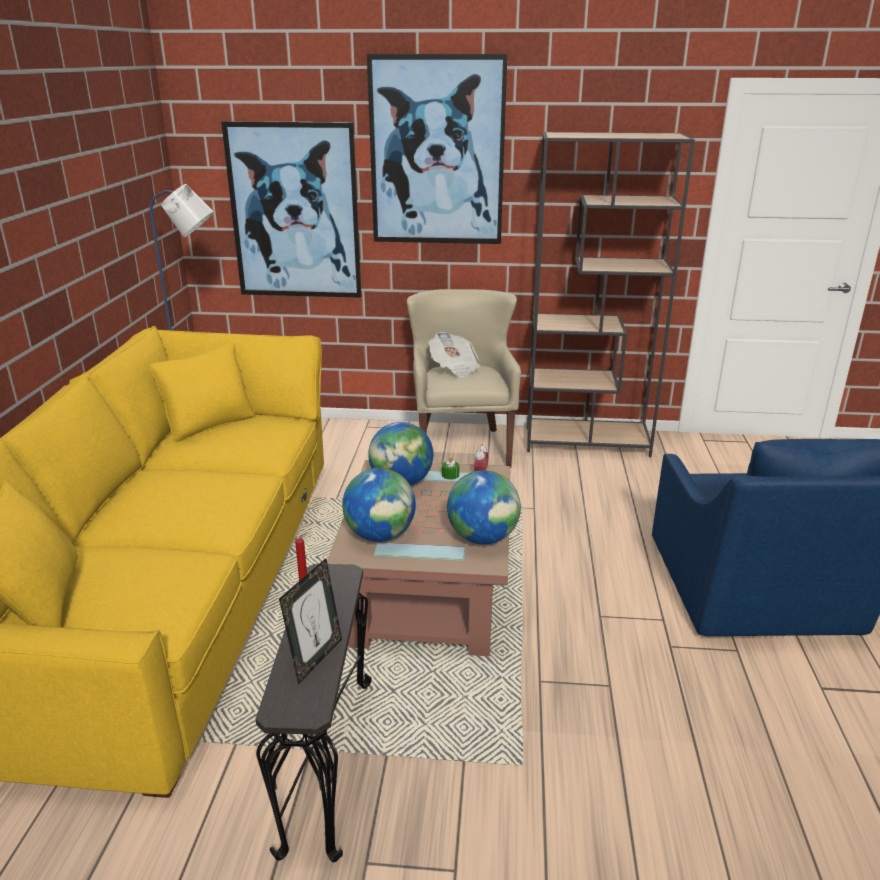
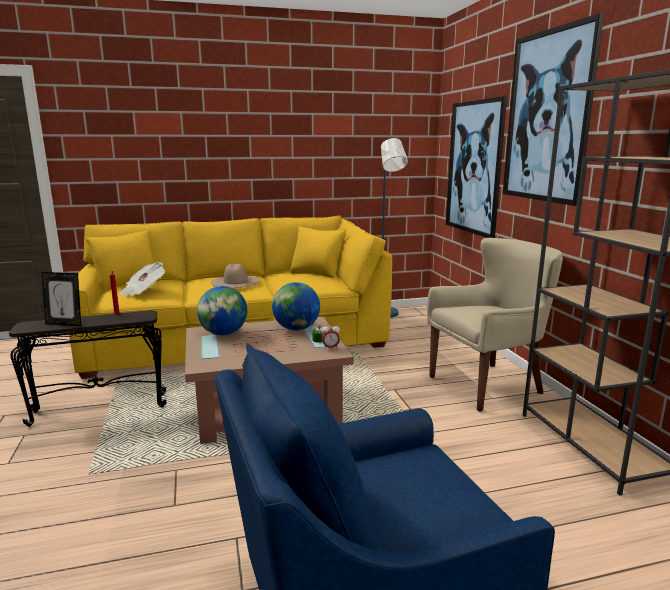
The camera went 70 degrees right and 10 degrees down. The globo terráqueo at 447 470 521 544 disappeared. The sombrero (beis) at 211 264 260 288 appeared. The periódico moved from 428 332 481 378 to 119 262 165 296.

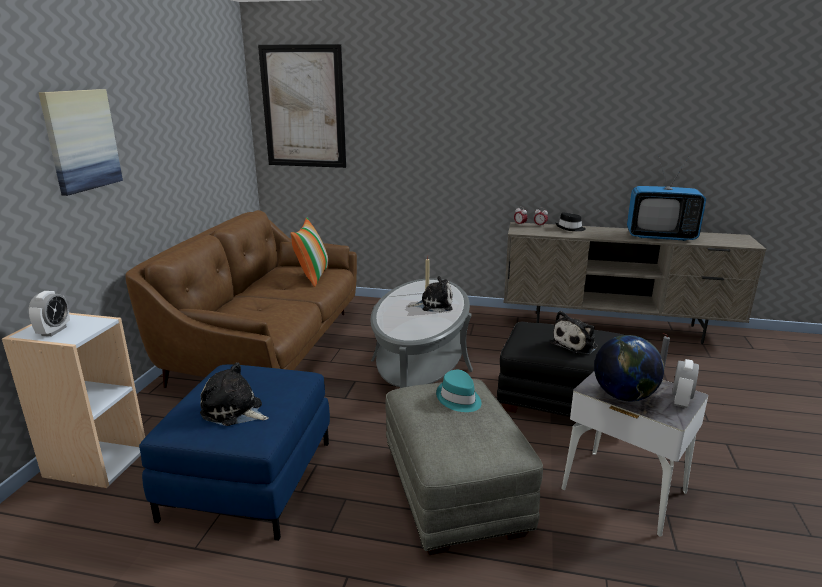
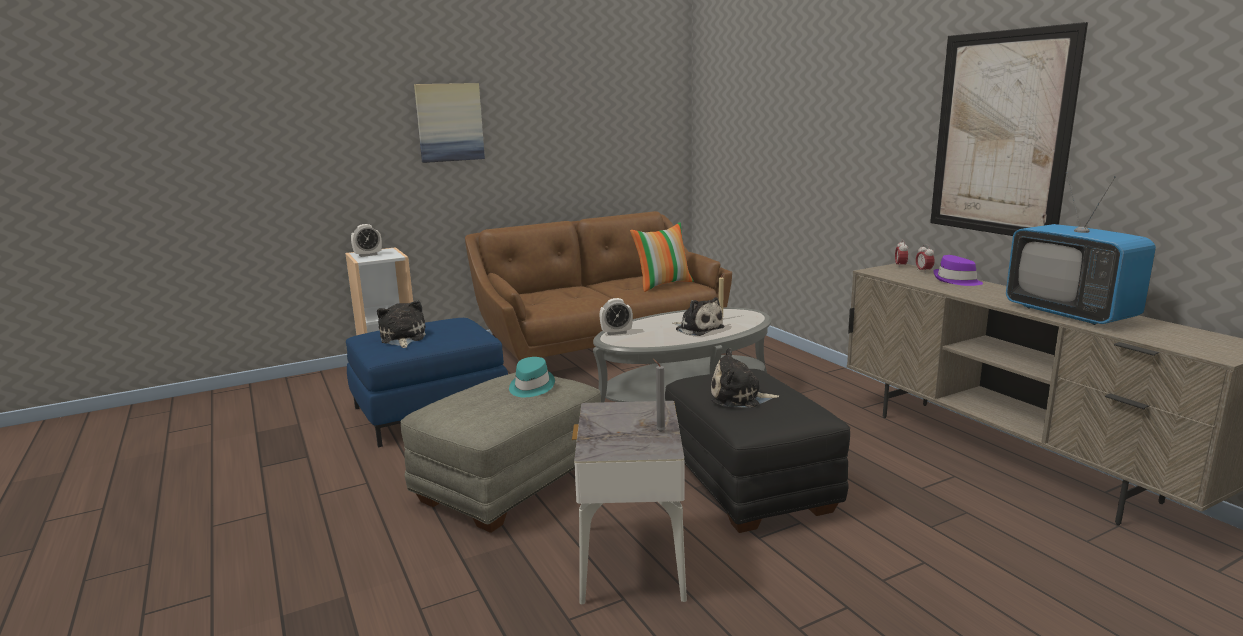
The camera went 50 degrees right and 5 degrees down. The globo terráqueo at 594 335 664 401 disappeared. The cuadro moved from 258 44 346 168 to 930 22 1088 236. The despertador moved from 672 359 699 408 to 600 298 633 335. The sombrero (negro) at 556 212 586 231 became the sombrero (morado) at 933 255 983 286.

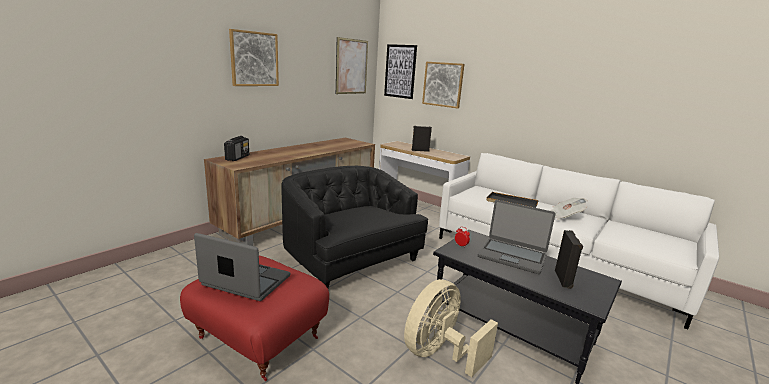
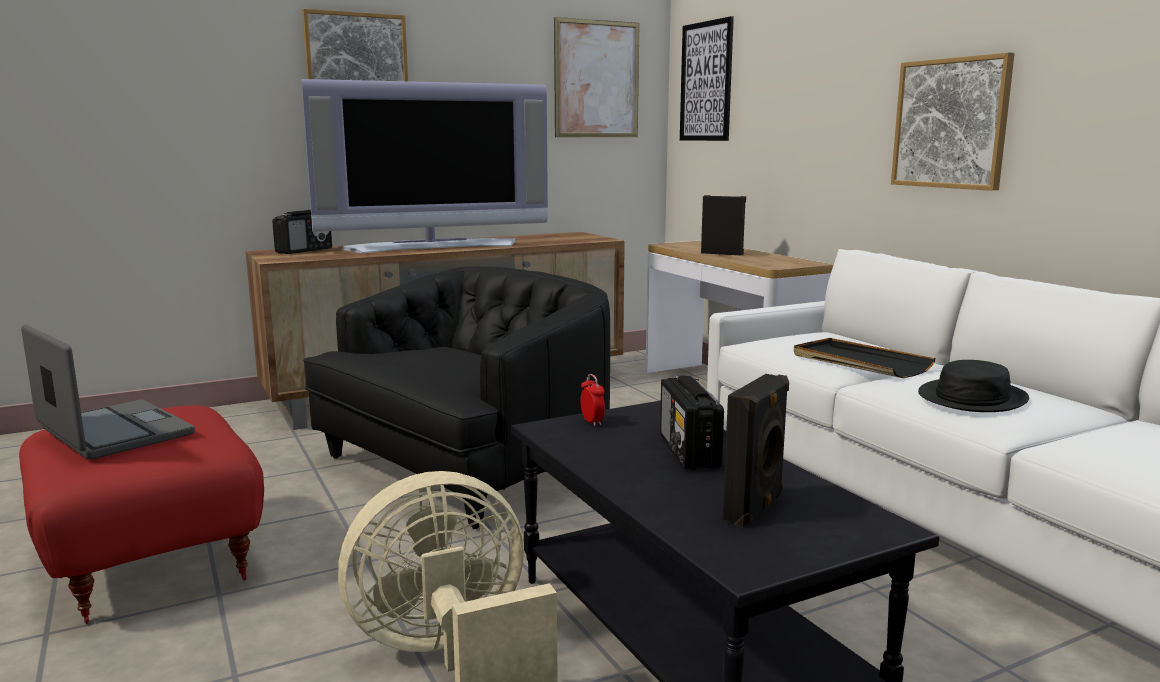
The camera went 25 degrees right and 5 degrees down. The televisor at 301 79 548 253 appeared. The cuadro moved from 422 62 464 109 to 891 53 1015 191. The portátil at 478 200 555 274 was replaced by the radio at 660 375 724 470. The periódico at 550 198 587 219 was replaced by the sombrero (negro) at 918 360 1029 412. The sillón (negro) at 281 166 428 288 turned 60 degrees clockwise.

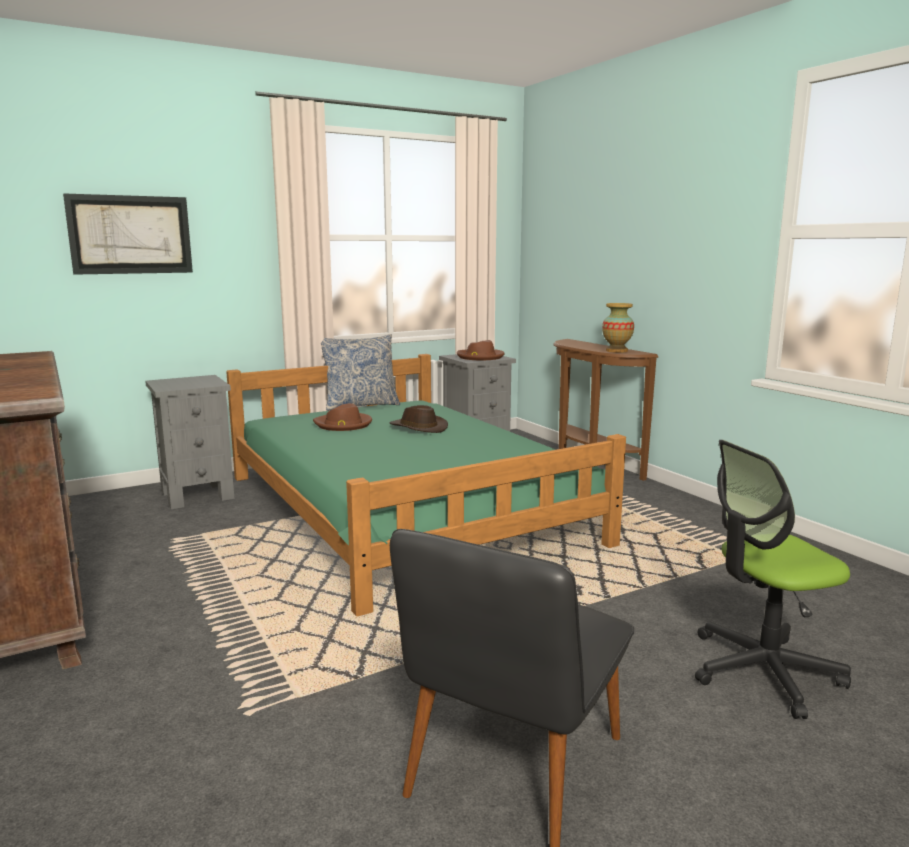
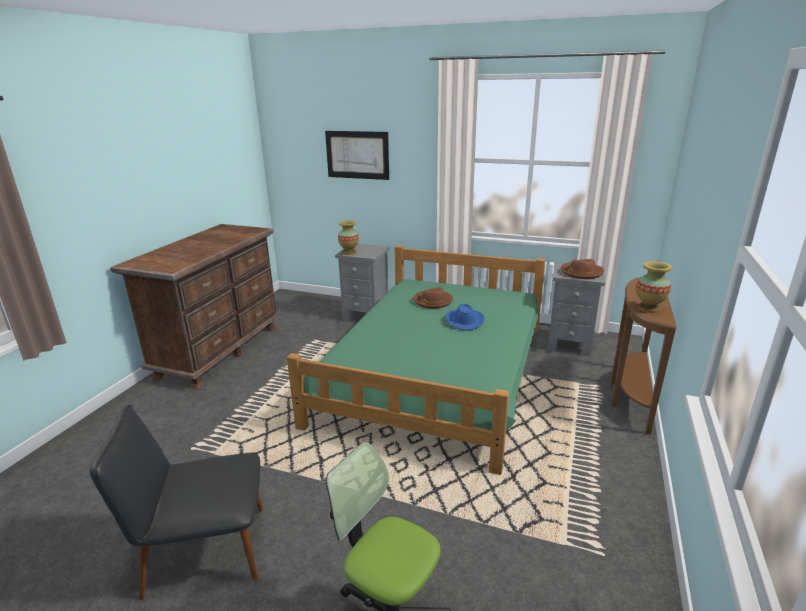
The camera went 50 degrees right and 10 degrees up. The cojín at 321 334 400 411 disappeared. The florero at 338 220 359 255 appeared. The sombrero (marrón) at 390 405 448 433 became the sombrero (azul) at 446 304 484 331.

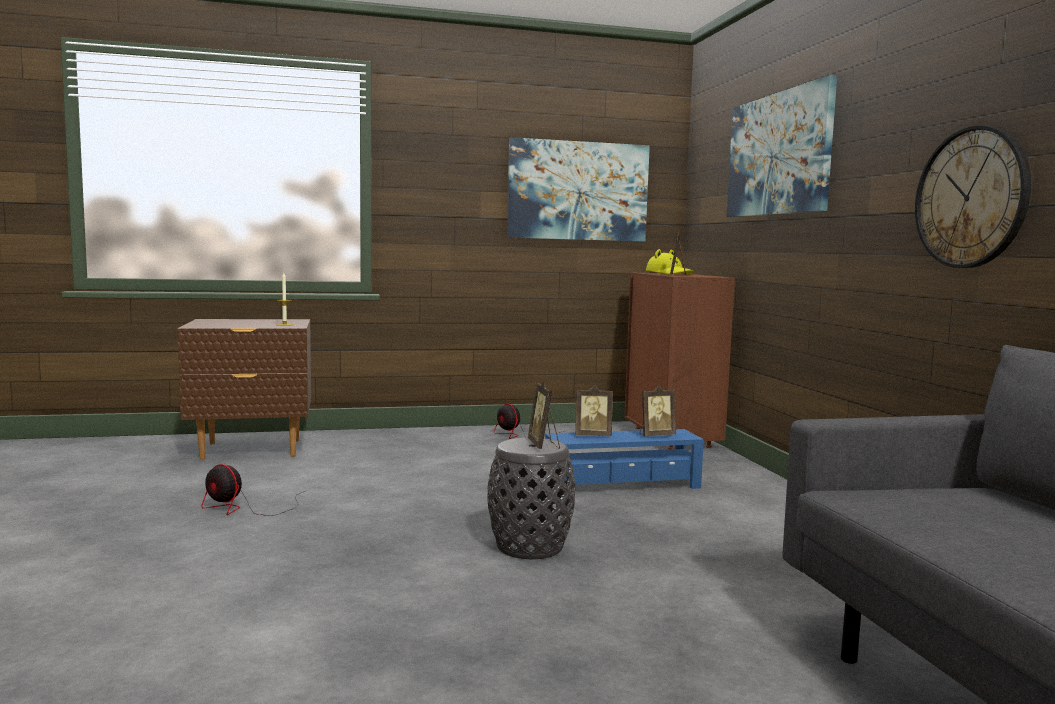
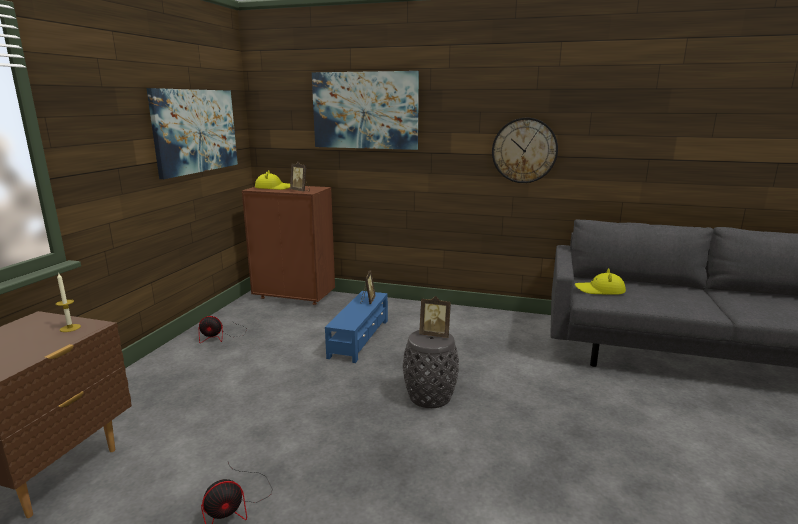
The camera went 60 degrees left and 10 degrees up. The portarretratos at 575 385 613 436 disappeared. The sombrero (amarillo) at 575 268 626 295 appeared.

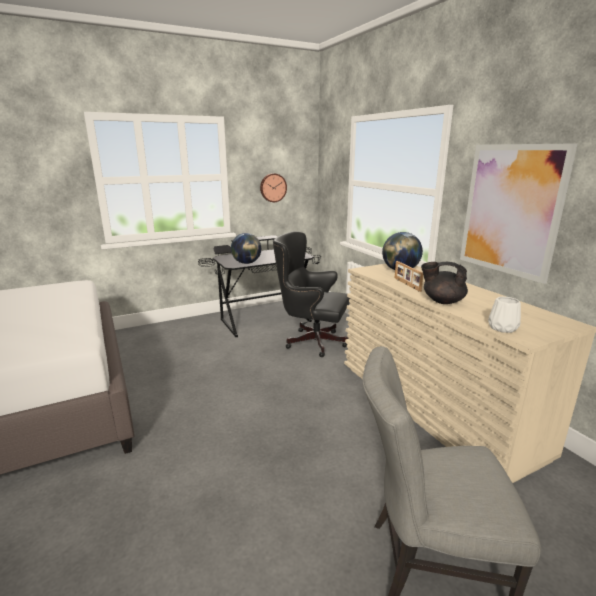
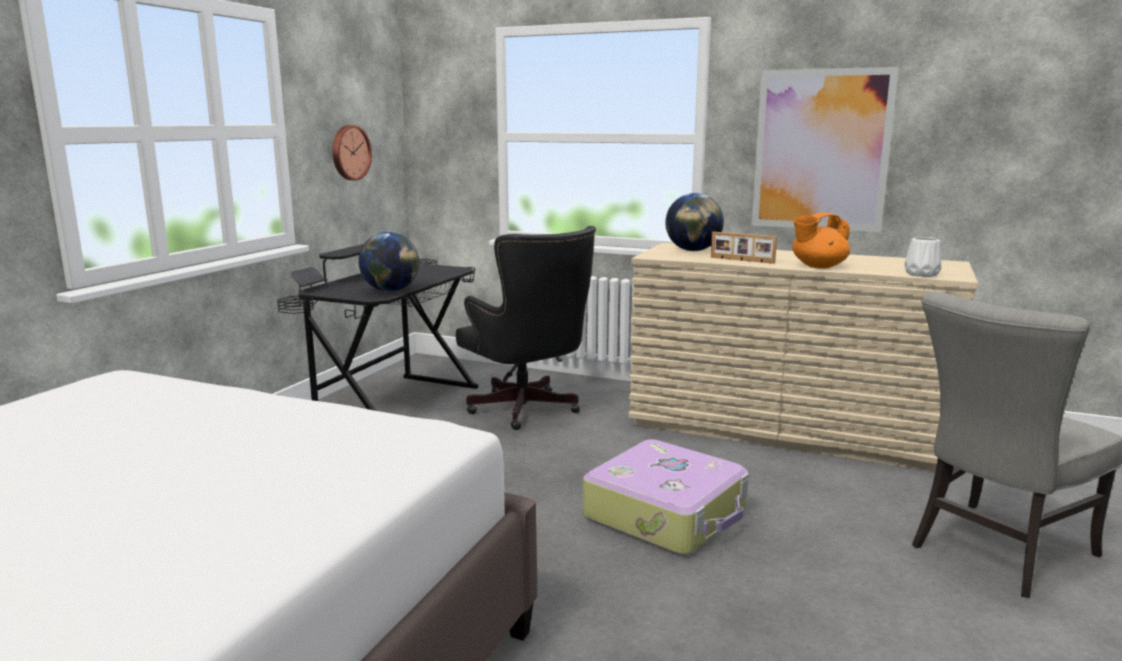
The camera went 40 degrees left and 5 degrees down. The maleta at 583 439 749 555 appeared. The tetera (negro) at 421 262 468 304 became the tetera (naranja) at 792 213 850 269. The silla de oficina (negro) at 273 231 350 357 turned 105 degrees counterclockwise.

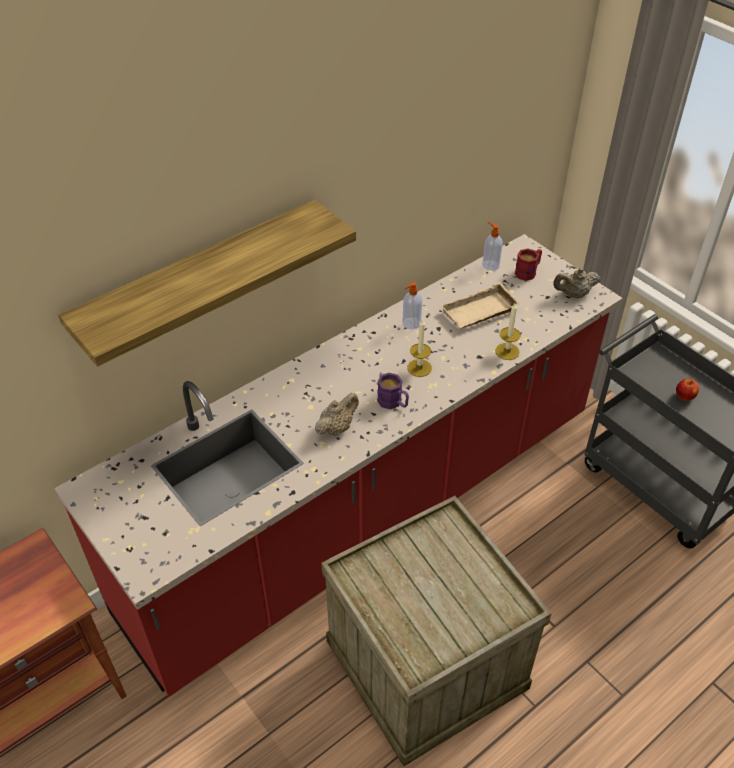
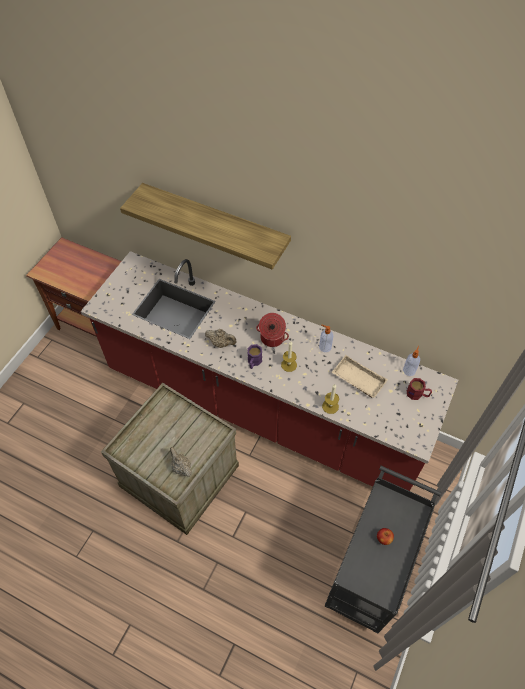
The camera went 65 degrees right and 10 degrees up. The olla at 256 313 289 347 appeared. The tetera (beis) moved from 553 268 600 298 to 170 447 192 477.

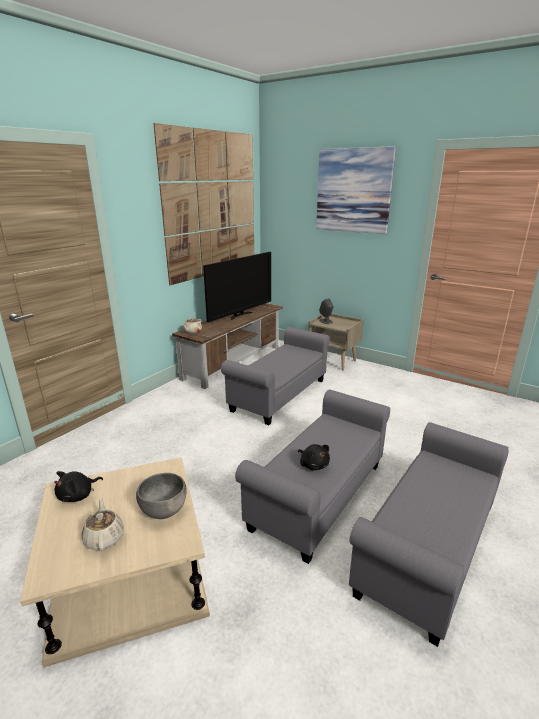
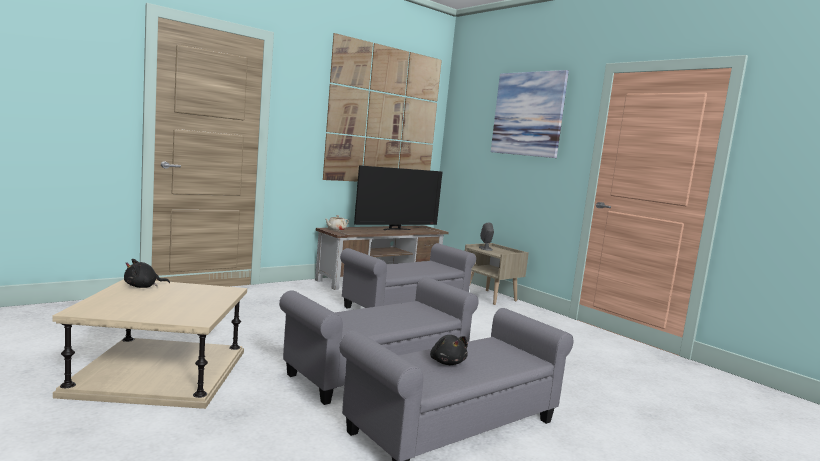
The camera went 15 degrees right and 15 degrees down. The tetera (beis) at 81 497 124 551 disappeared. The cuenco (gris) at 136 473 187 519 disappeared. The peluche (negro) moved from 298 444 330 470 to 430 335 468 365.

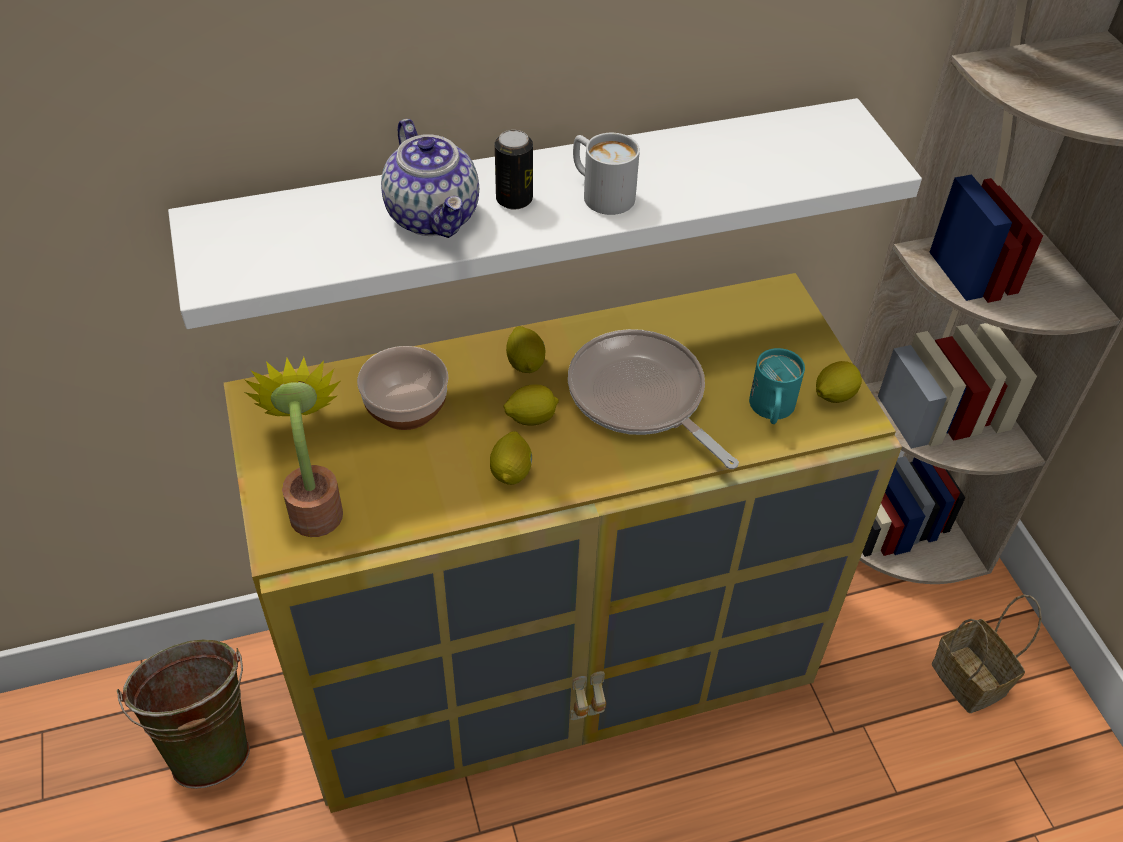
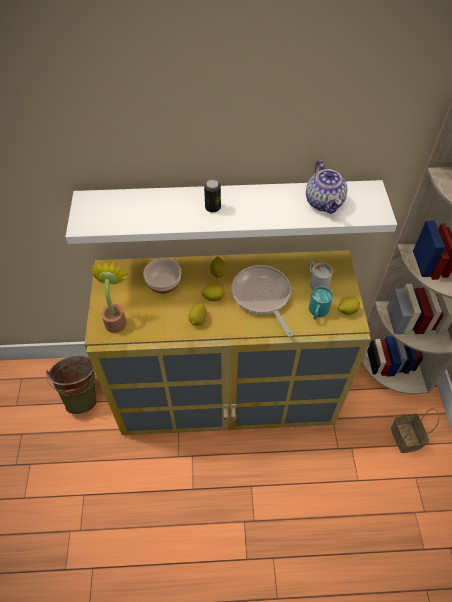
The camera went 15 degrees right and 5 degrees up. The tetera moved from 381 119 479 238 to 306 161 347 214. The taza grande (blanco) moved from 573 133 640 215 to 308 261 333 290.

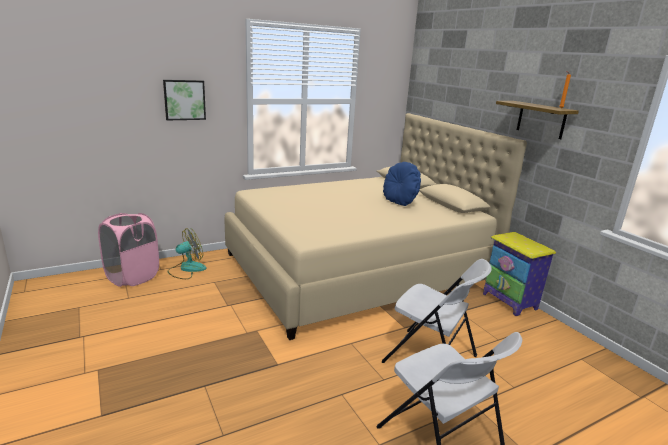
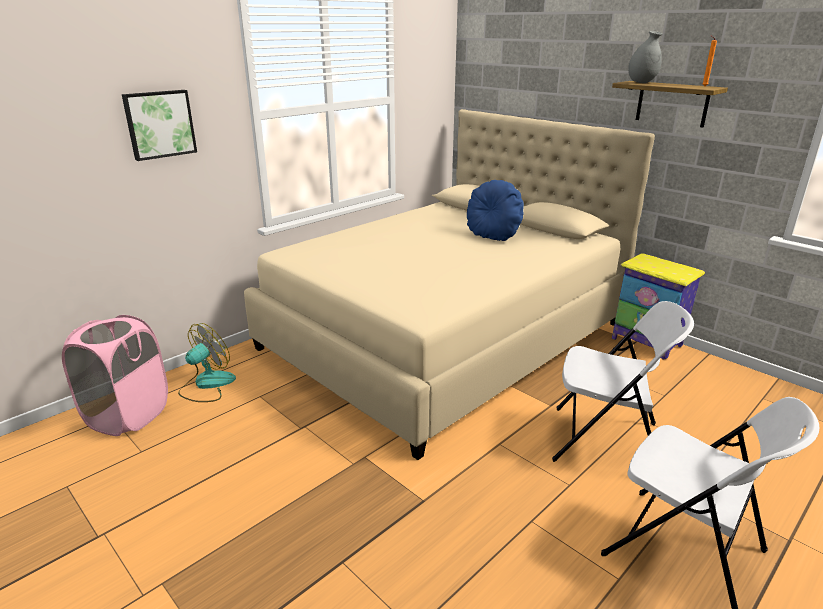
The camera went 15 degrees left and 5 degrees up. The florero (gris) at 628 31 662 83 appeared.

